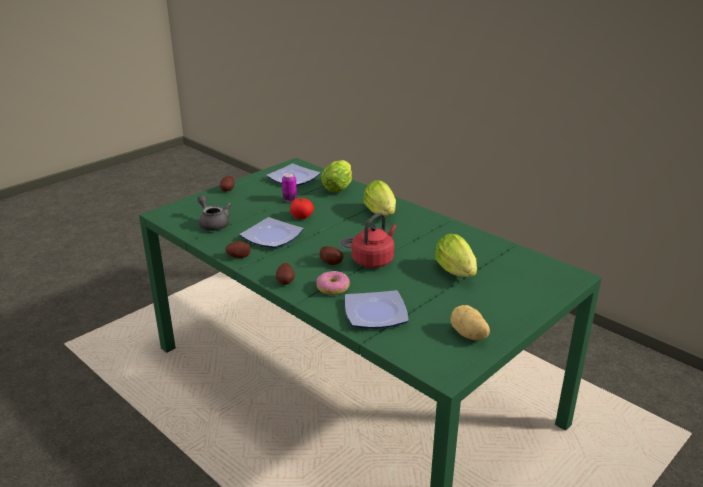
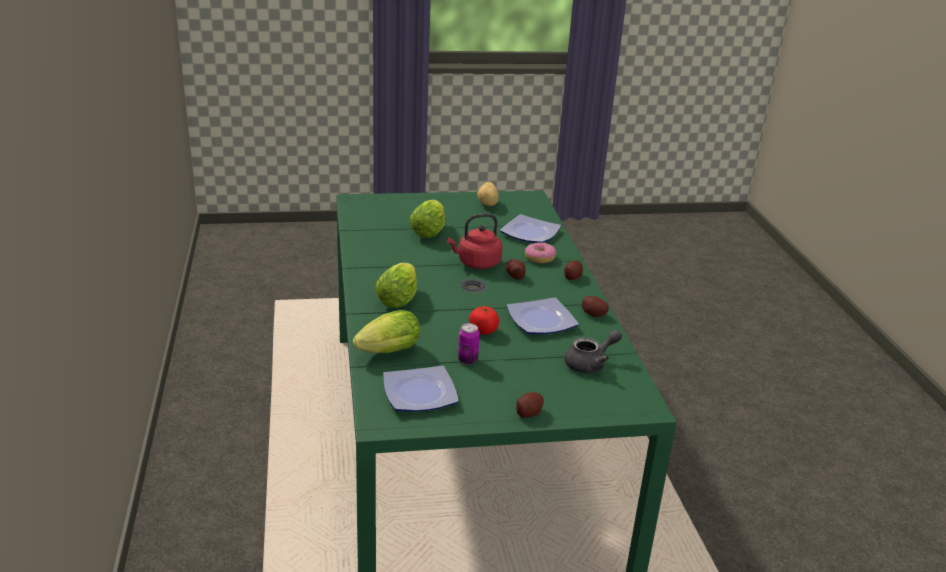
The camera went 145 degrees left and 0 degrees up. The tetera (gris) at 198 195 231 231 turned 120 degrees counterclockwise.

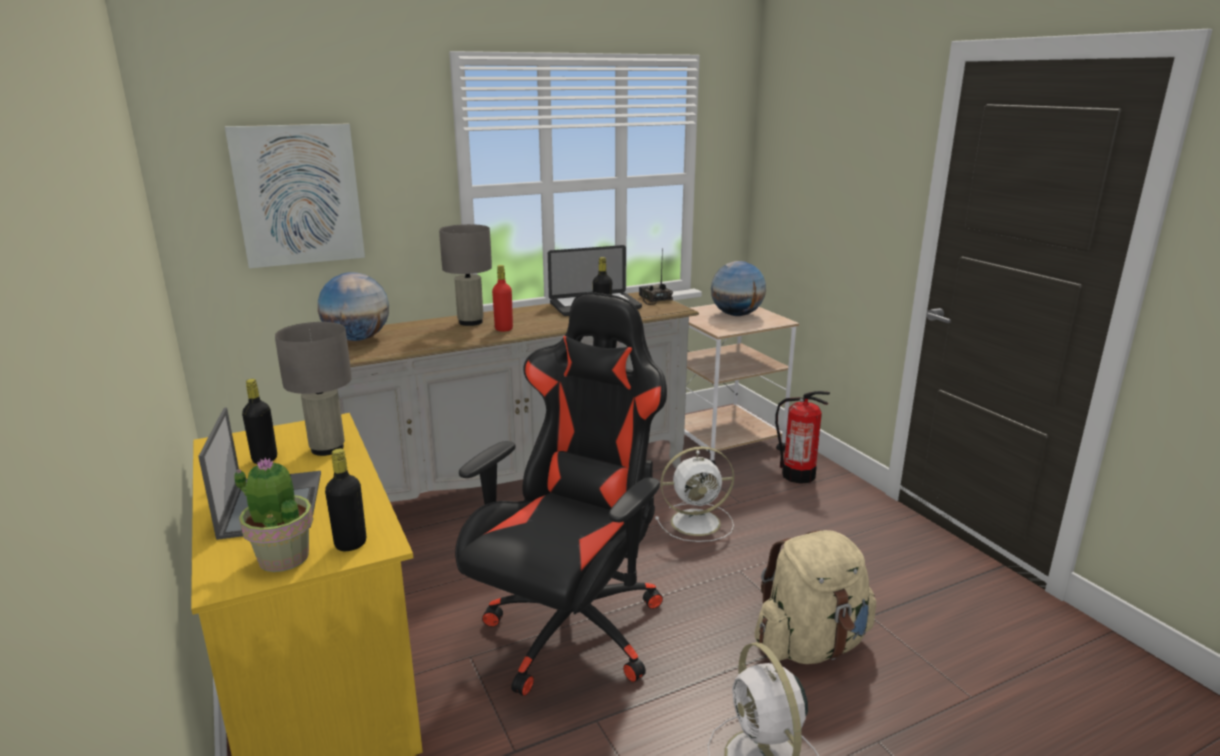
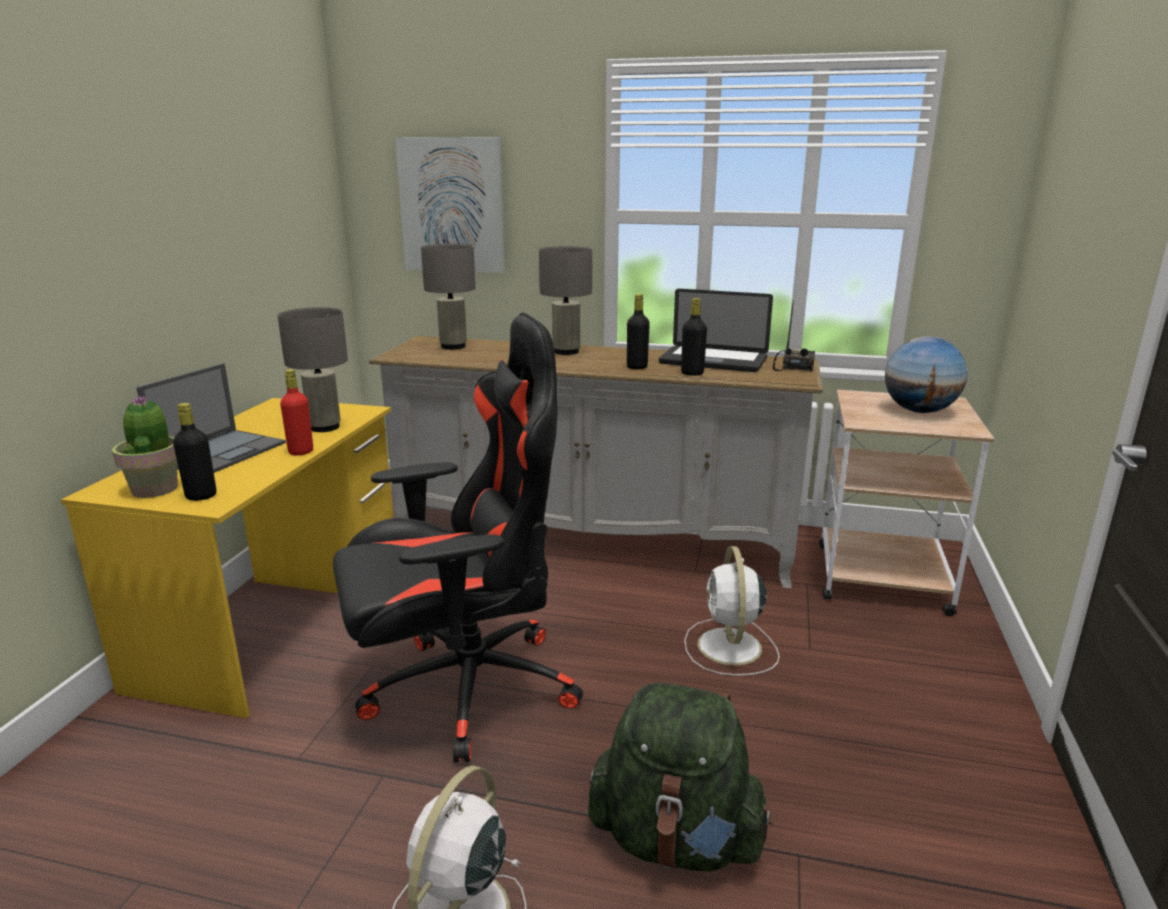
The camera went 40 degrees right and 0 degrees up. The extintor at 775 391 830 484 disappeared. The botella (negro) moved from 242 379 277 464 to 627 294 650 369. The botella (rojo) moved from 492 265 513 332 to 280 369 313 456. The globo terráqueo at 318 272 389 341 was replaced by the lámpara de mesa (gris) at 421 244 476 350. The mochila (beis) at 754 530 876 664 became the mochila (verde) at 588 682 774 872. The ventilador (blanco) at 655 446 734 542 turned 60 degrees clockwise.

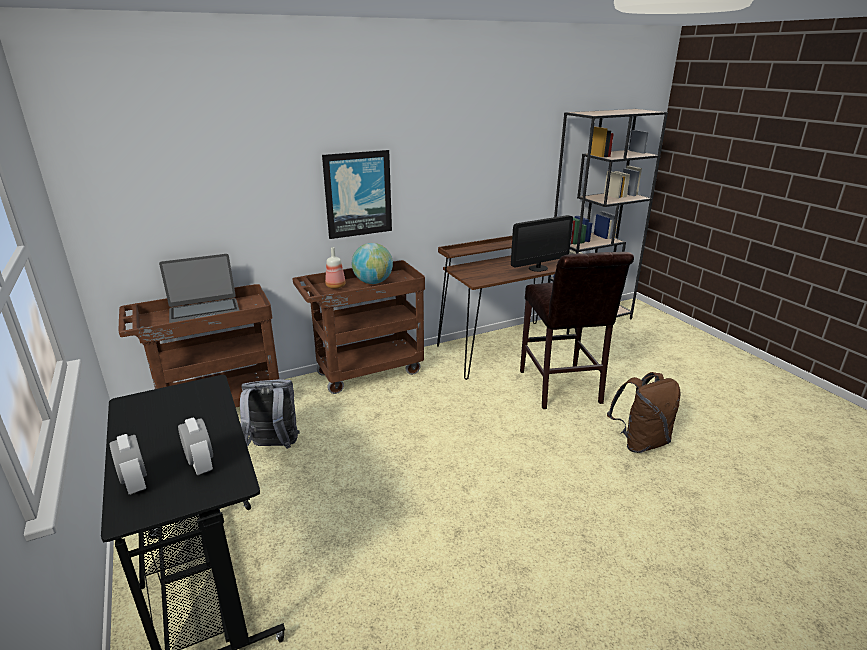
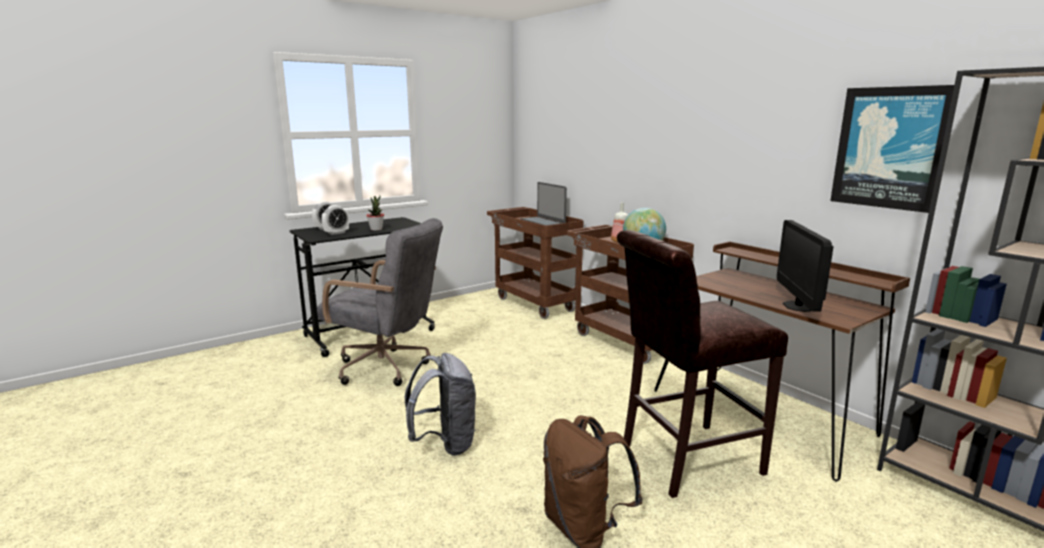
The camera went 80 degrees right and 10 degrees down. The silla de oficina (gris) at 317 218 443 386 appeared. The planta en maceta at 366 196 384 231 appeared. The mochila (gris) moved from 240 379 299 449 to 405 353 476 456. The cuadro moved from 322 150 392 239 to 830 85 954 213. The monitor at 511 215 573 272 turned 45 degrees clockwise.

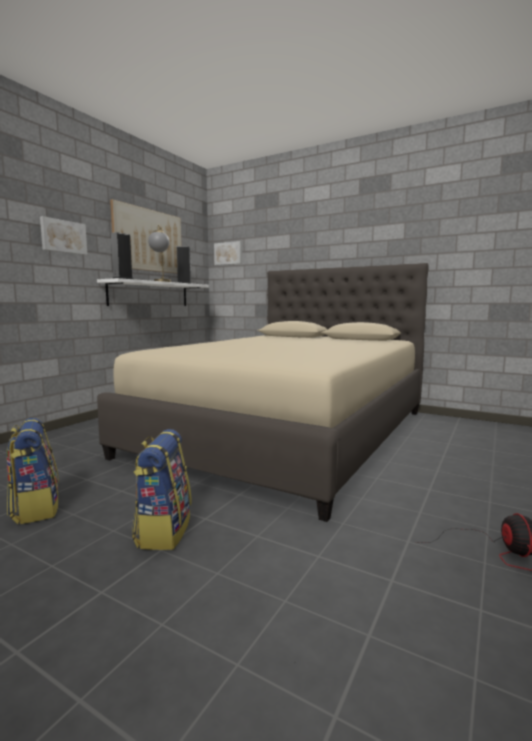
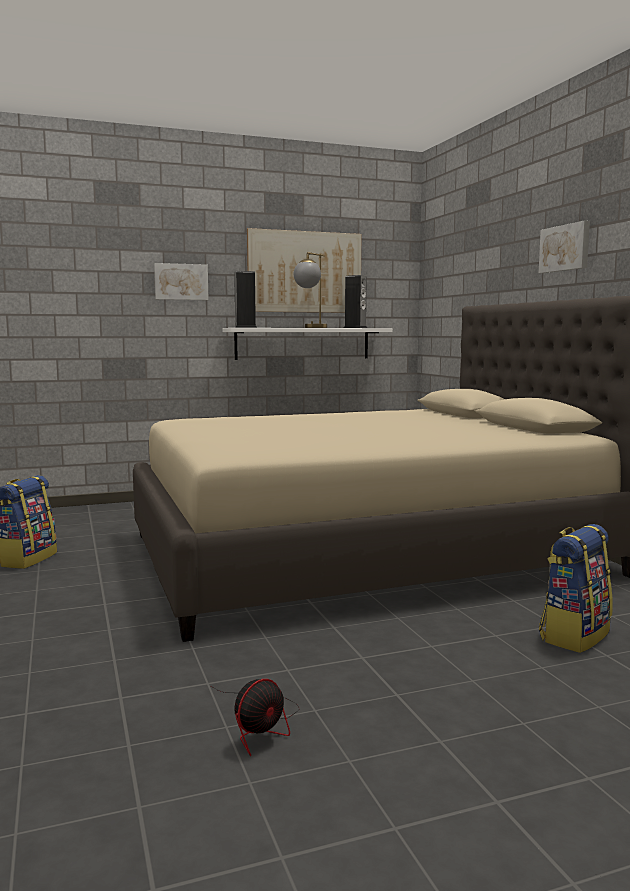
The camera went 40 degrees right and 0 degrees up. The mochila moved from 132 429 192 550 to 539 524 613 653. The cuadro moved from 214 241 242 265 to 539 220 590 273.

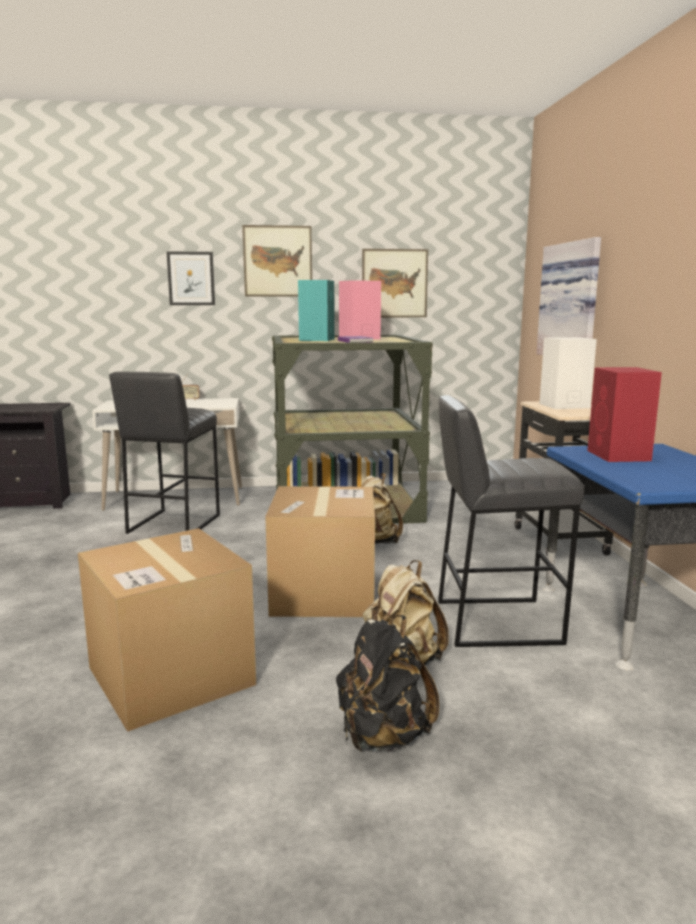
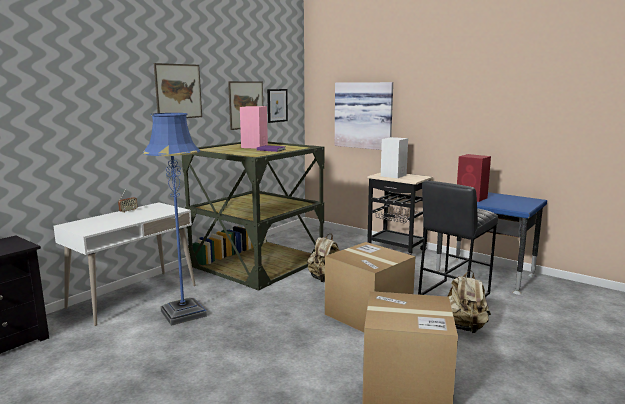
The camera went 45 degrees left and 0 degrees up. The altavoz (turquesa) at 298 280 335 341 disappeared. The mochila (negro) at 336 615 439 752 disappeared. The cuadro moved from 167 252 215 305 to 267 89 288 123. The taburete (gris) at 109 372 220 534 was replaced by the lámpara de pie (azul) at 143 113 207 326.

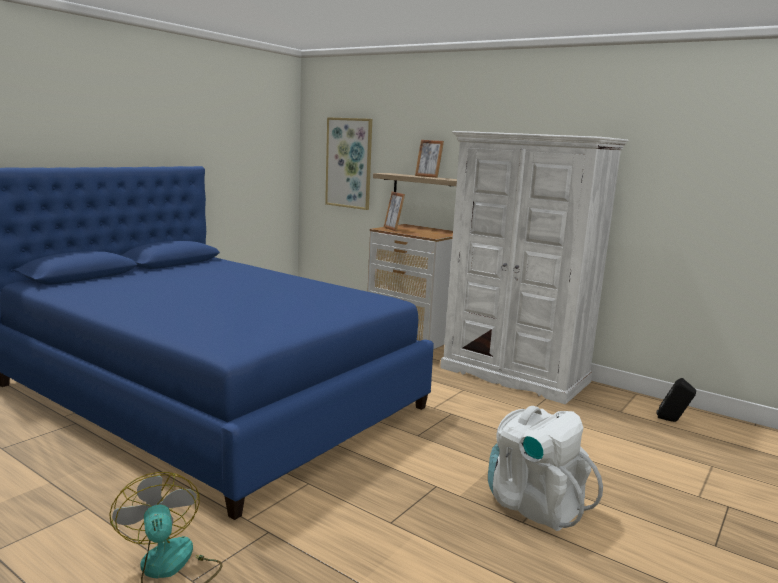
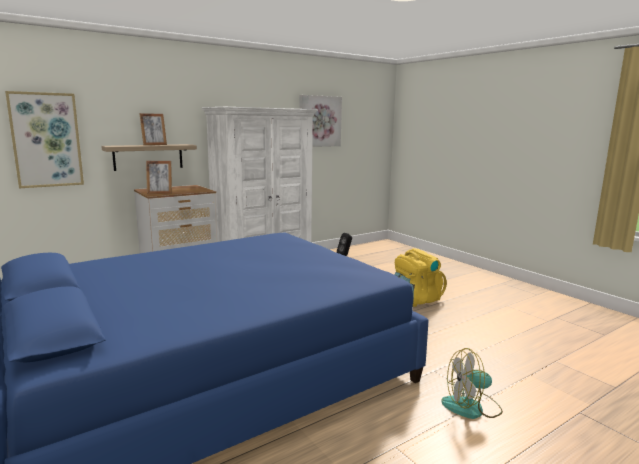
The camera went 70 degrees left and 0 degrees up. The cuadro at 299 95 342 147 appeared. The mochila (blanco) at 488 406 603 531 became the mochila (amarillo) at 395 248 447 307.

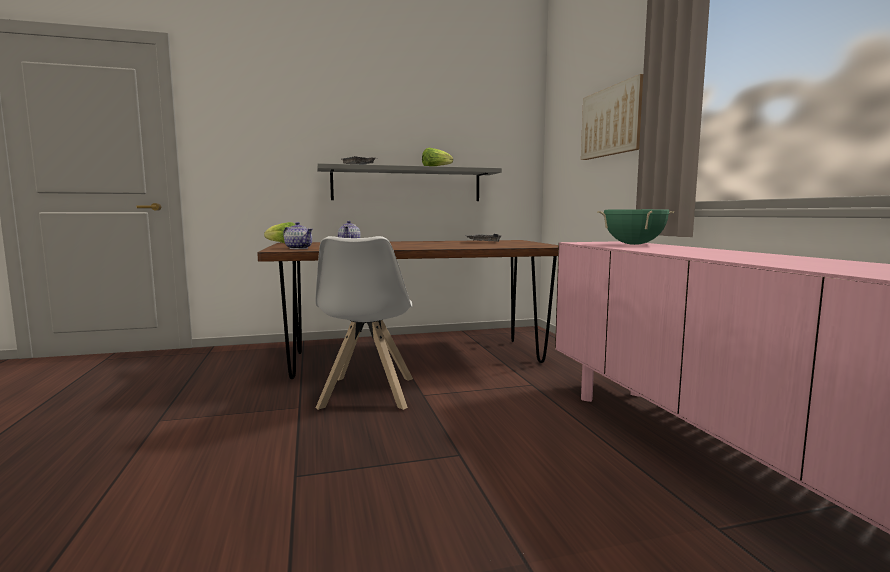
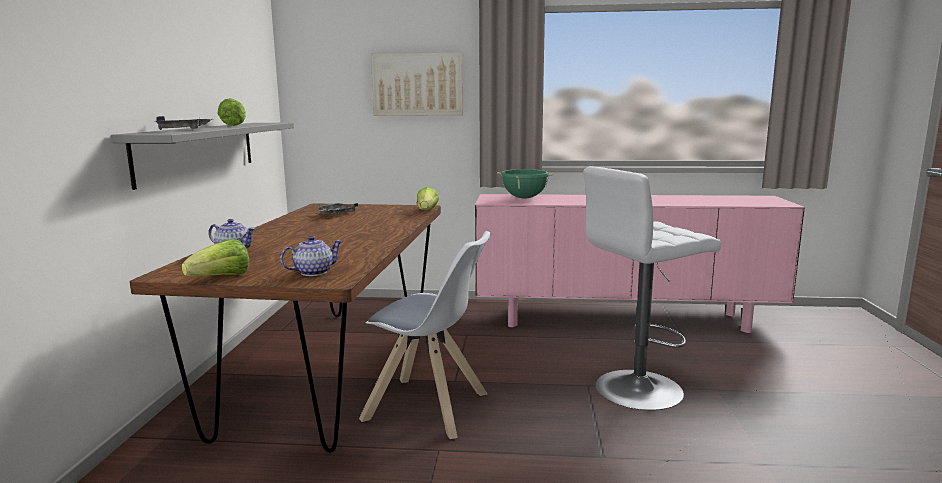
The camera went 70 degrees left and 5 degrees up. The lechuga at 416 187 439 210 appeared. The taburete (blanco) at 583 166 721 410 appeared.

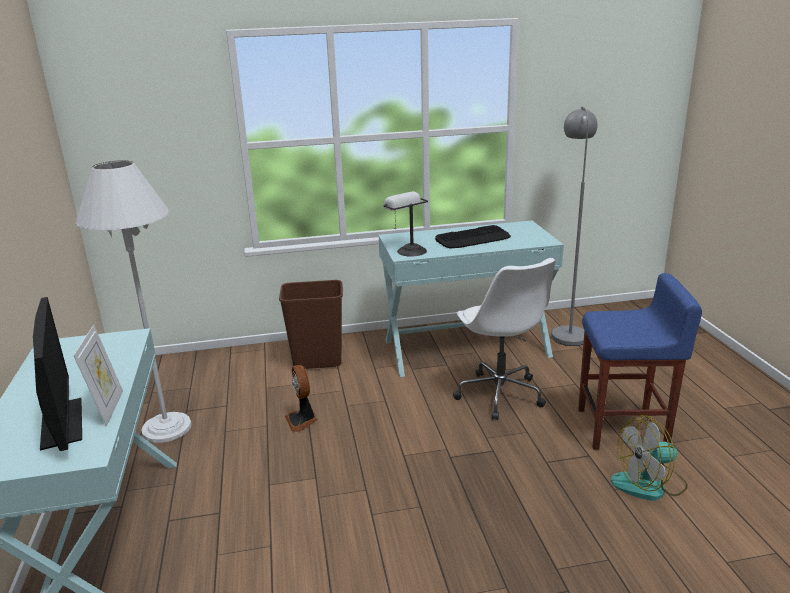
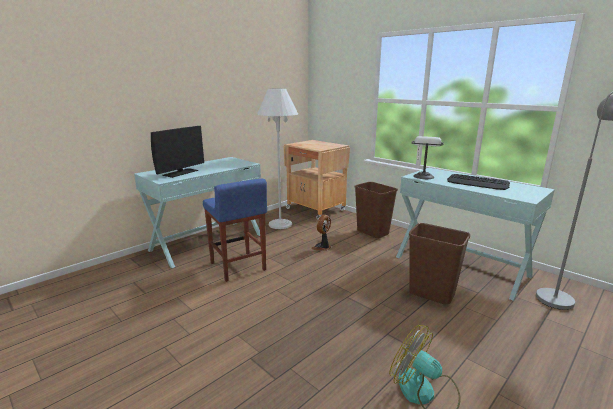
The camera went 55 degrees right and 5 degrees down. The portarretratos at 73 325 123 426 disappeared. The carrito (marrón) at 283 140 350 219 appeared. The taburete (azul) moved from 578 273 702 450 to 203 179 267 282. The silla de oficina (blanco) at 453 258 556 420 was replaced by the papelera (marrón) at 409 223 470 305.

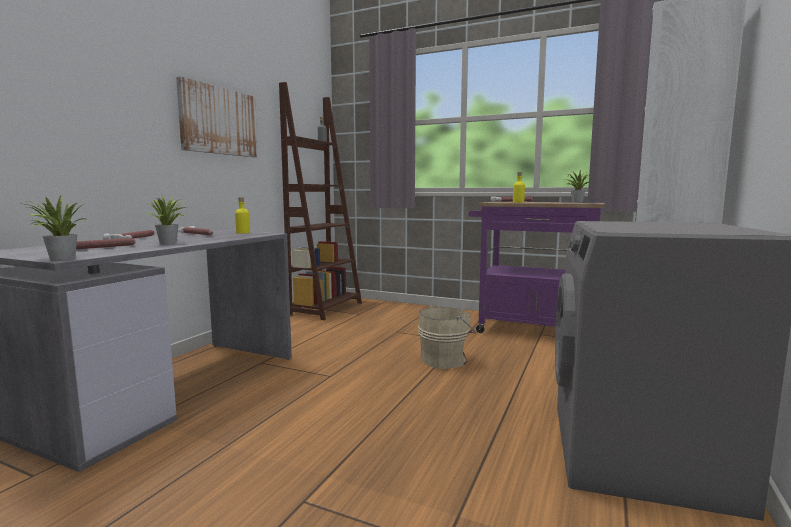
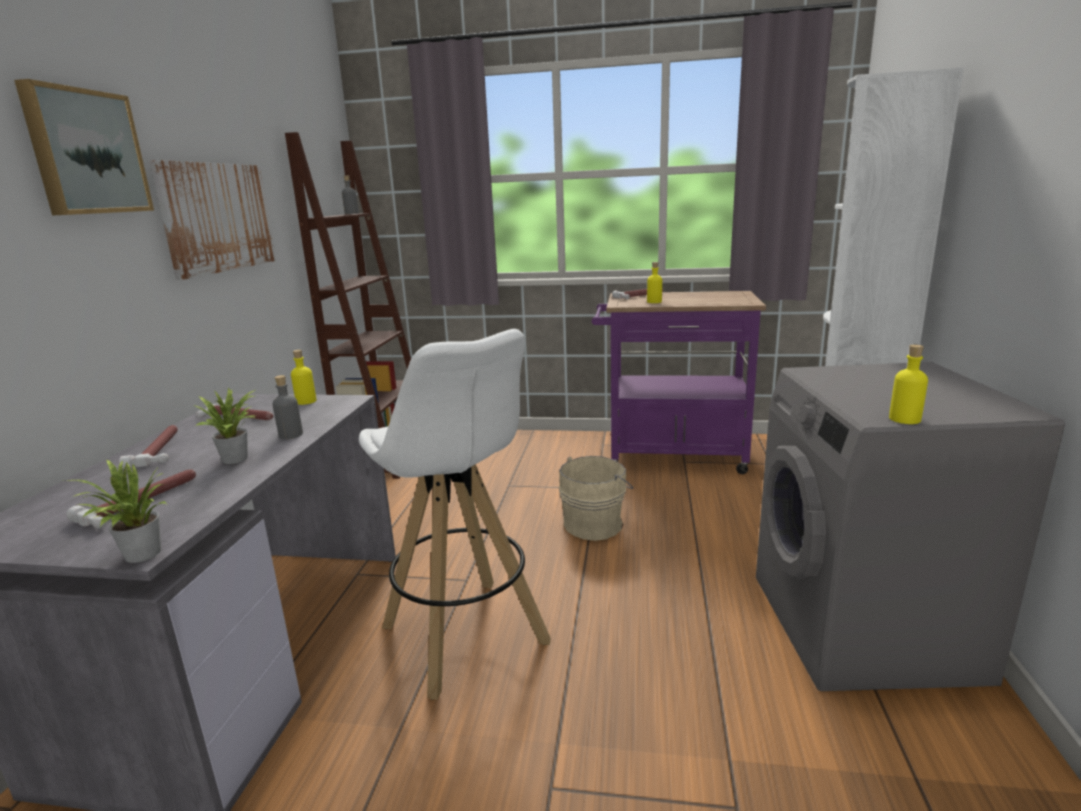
The camera went 15 degrees left and 10 degrees up. The planta en maceta at 564 170 590 202 disappeared. The cuadro at 14 79 154 215 appeared. The botella (gris) at 272 375 303 439 appeared. The taburete (blanco) at 359 329 551 700 appeared. The botella (amarillo) at 889 345 928 424 appeared.

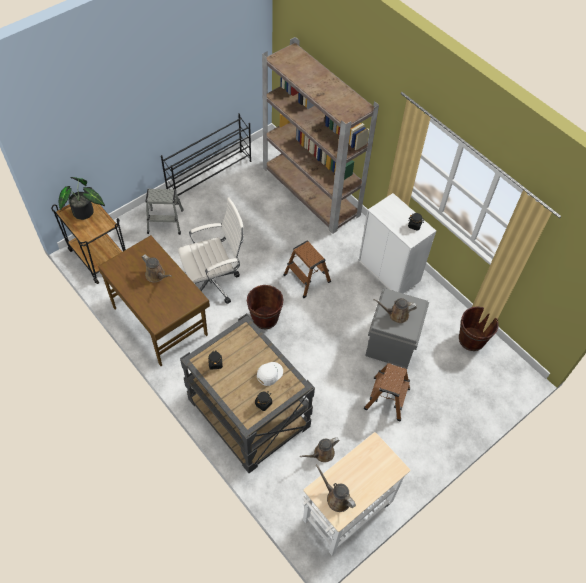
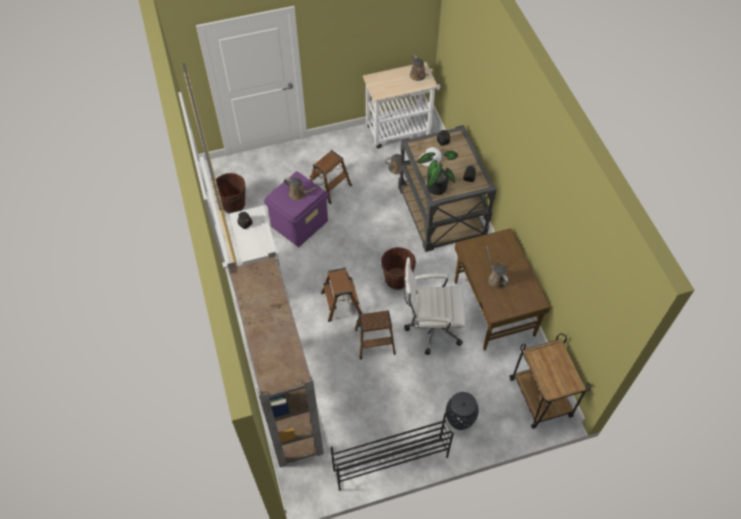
The camera went 155 degrees left and 0 degrees up. The escalera de tijera (marrón) at 355 310 396 360 appeared. The planta en maceta moved from 59 177 105 220 to 417 151 458 195. The escalera de tijera (gris) at 146 189 184 235 was replaced by the taburete (negro) at 446 392 479 430. The caja de almacenaje (gris) at 365 289 429 368 became the caja de almacenaje (morado) at 264 171 329 247.

